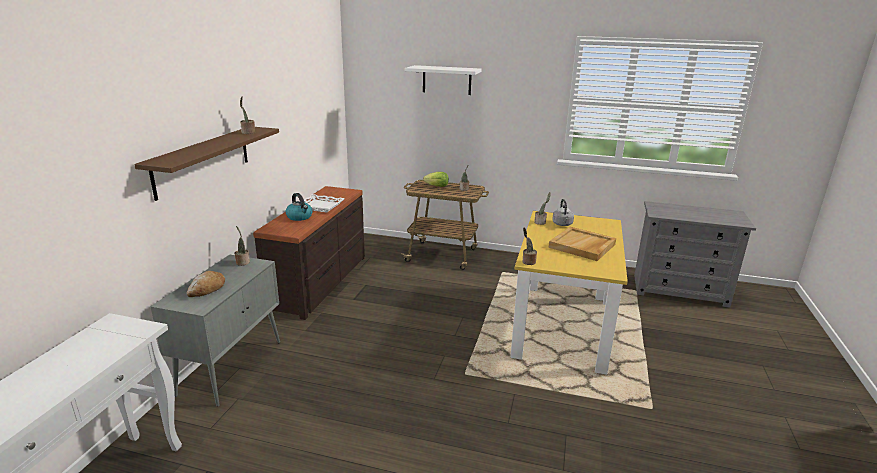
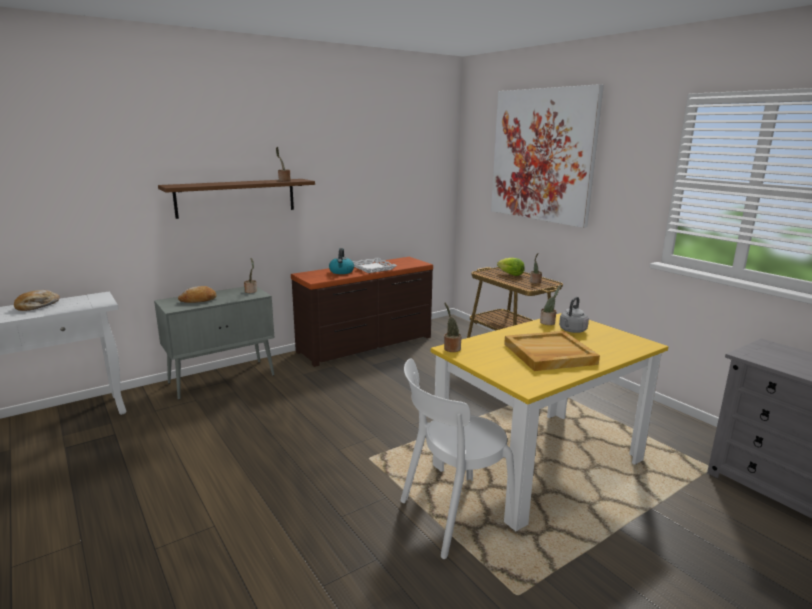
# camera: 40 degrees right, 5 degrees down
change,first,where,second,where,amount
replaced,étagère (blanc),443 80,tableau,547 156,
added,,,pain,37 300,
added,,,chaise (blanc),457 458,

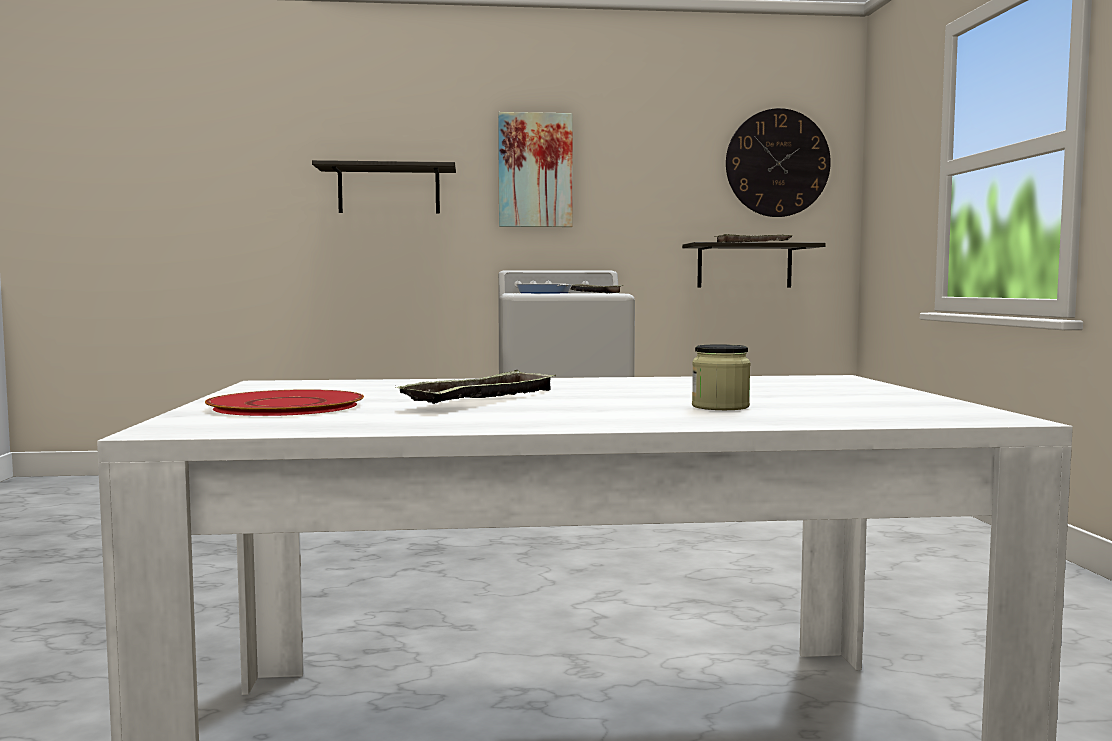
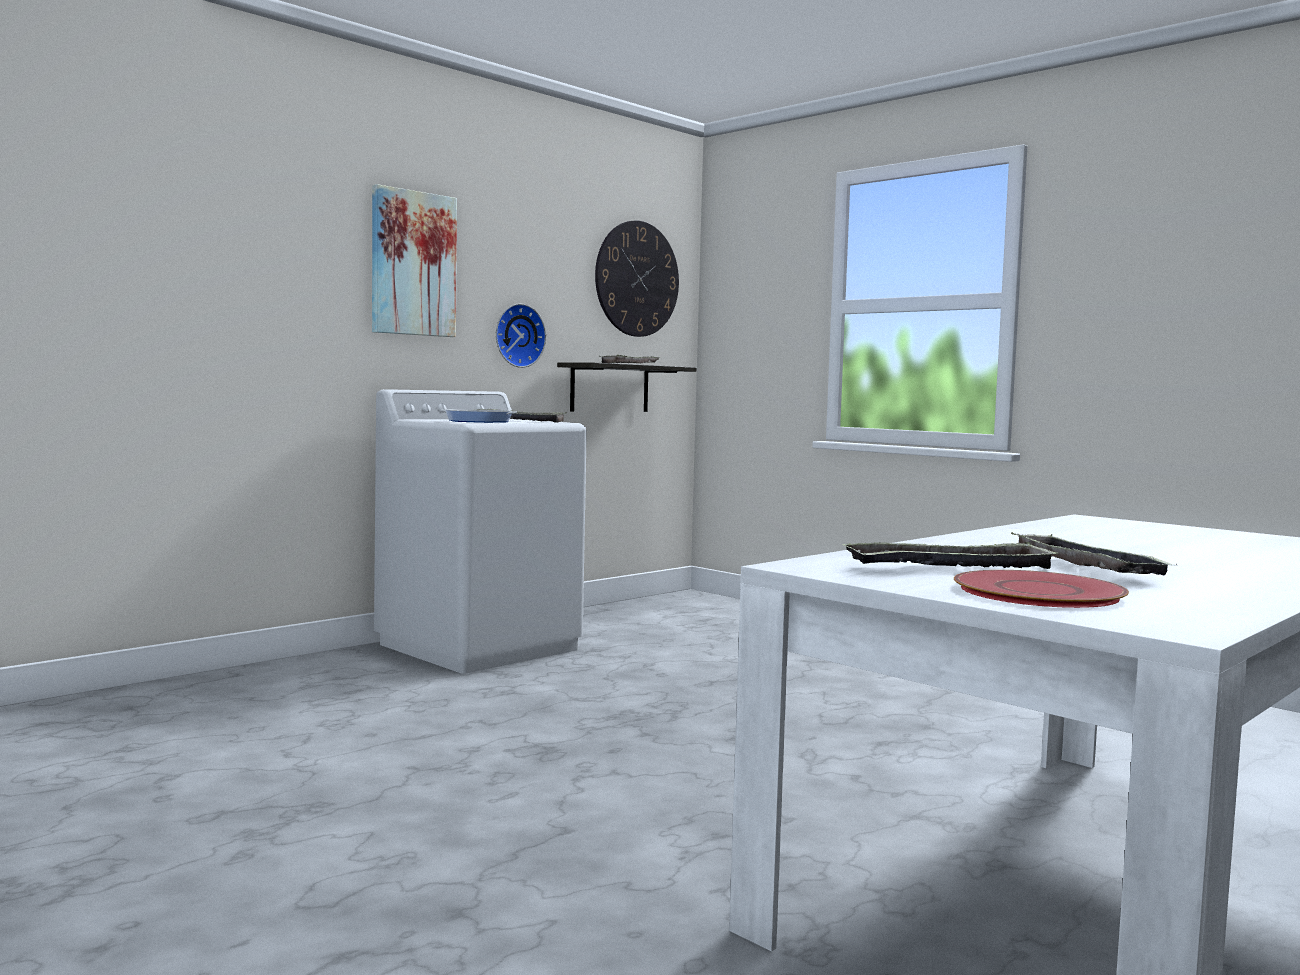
# camera: 40 degrees left, 0 degrees up
change,first,where,second,where,amount
removed,étagère,384 187,,,
removed,bocal,721 377,,,
added,,,horloge murale,521 336,
added,,,plateau,950 555,

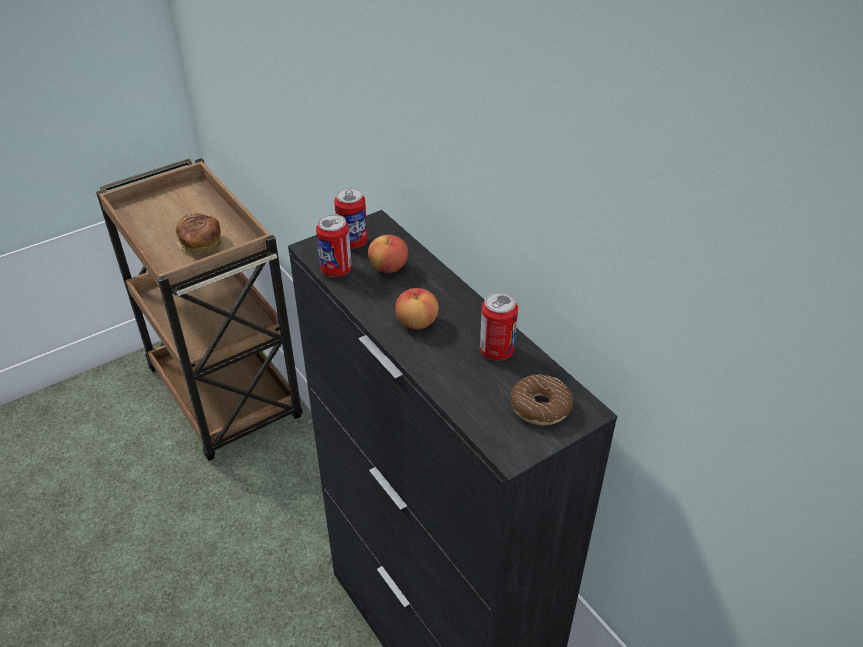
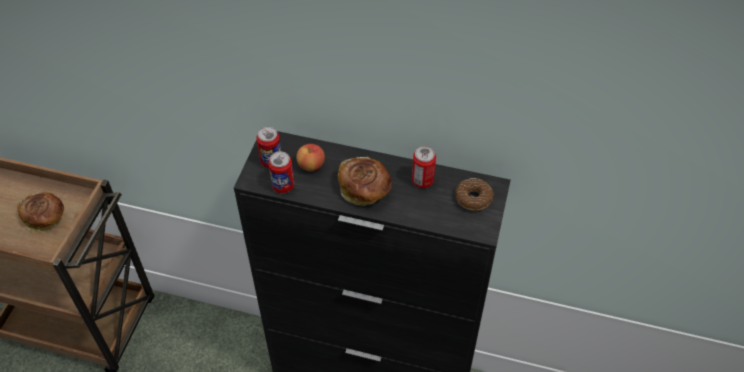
# camera: 40 degrees left, 10 degrees up
change,first,where,second,where,amount
replaced,pomme,417 308,pain,365 181,

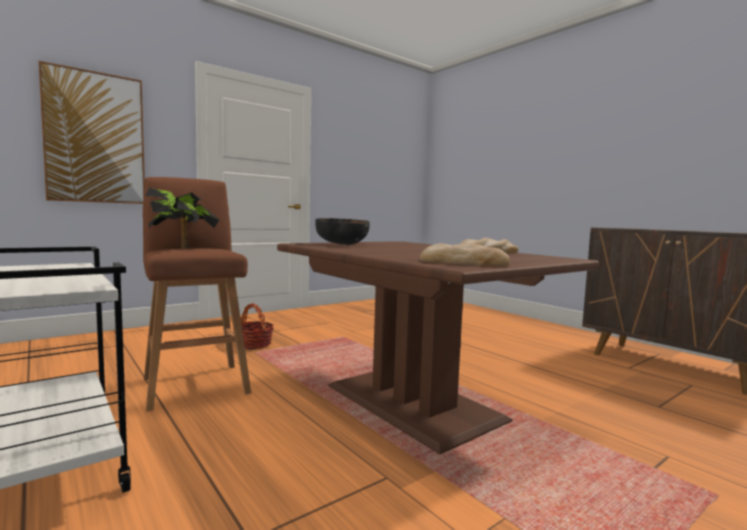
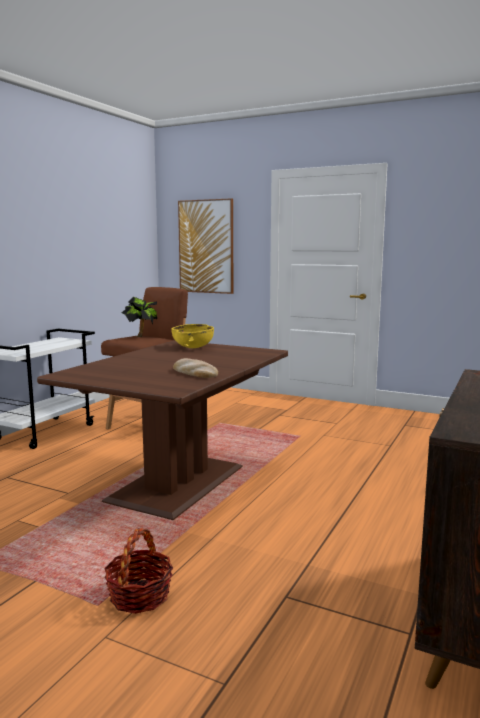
# camera: 65 degrees right, 5 degrees up
change,first,where,second,where,amount
moved,panier,257 326,,138 571,
recoloured,bol (noir),342 231,bol (jaune),192 336,
removed,pain,465 254,,,

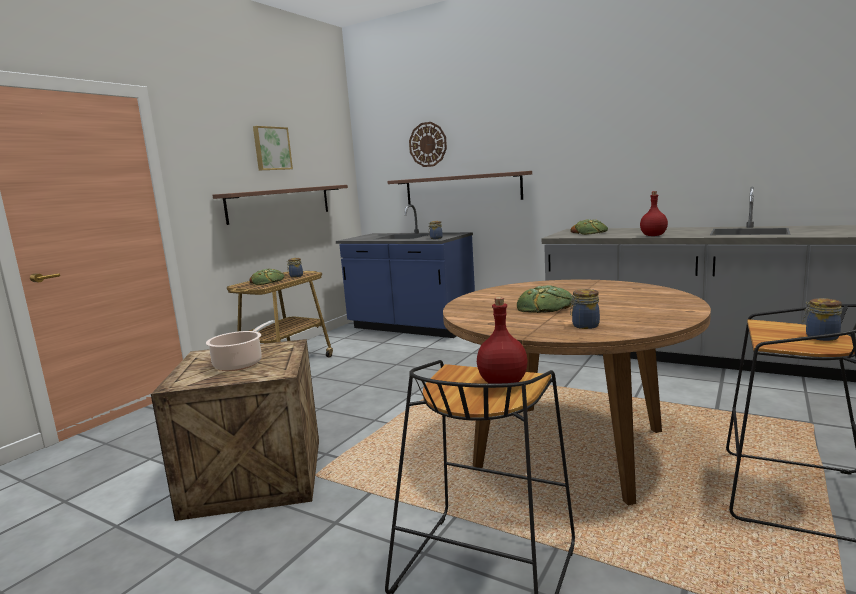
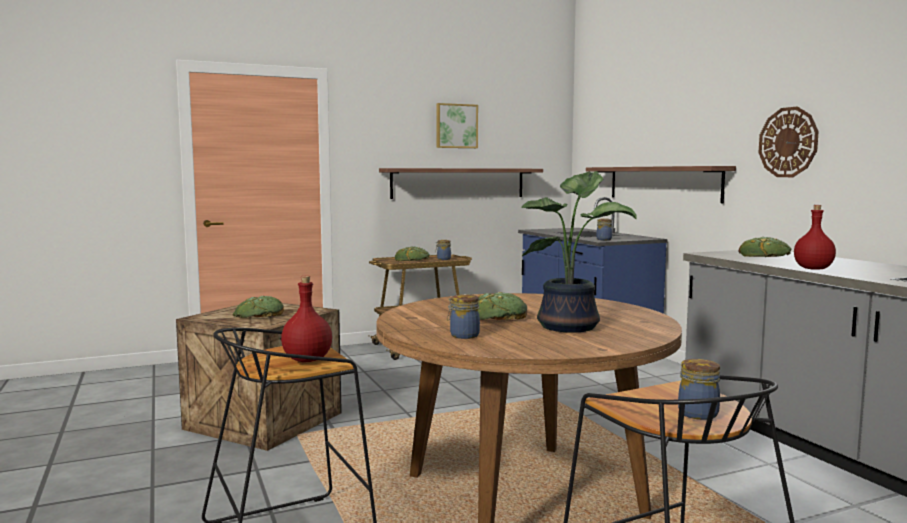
# camera: 35 degrees right, 5 degrees down
change,first,where,second,where,amount
replaced,marmite,240 345,pain,258 307,
moved,horloge murale,428 144,,789 142,
added,,,plante en pot,579 252,

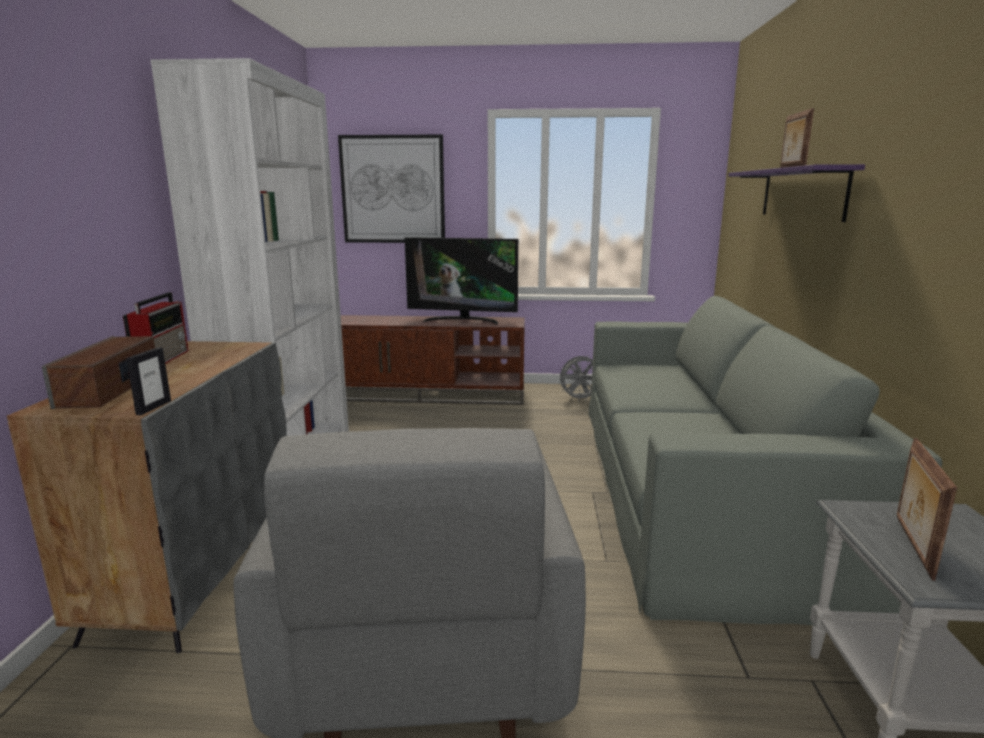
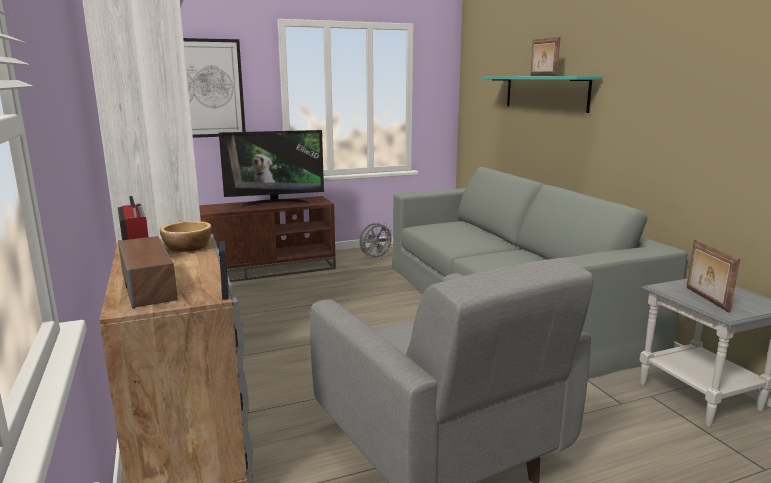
# camera: 25 degrees left, 0 degrees up
change,first,where,second,where,amount
recoloured,étagère (violet),796 193,étagère (turquoise),542 94,
added,,,bol,186 236,

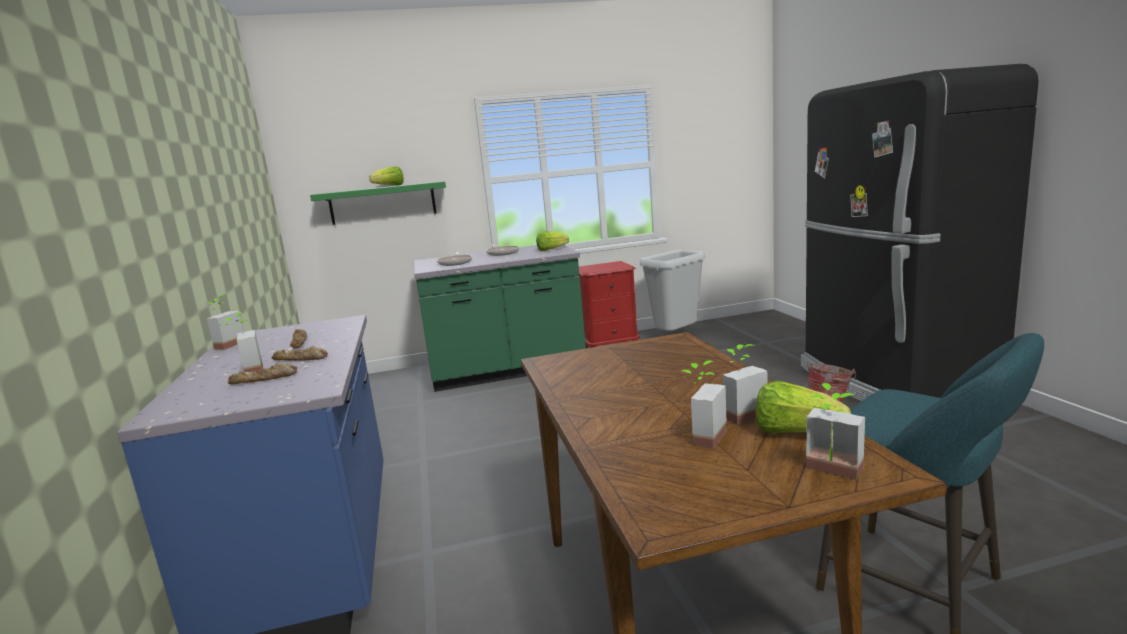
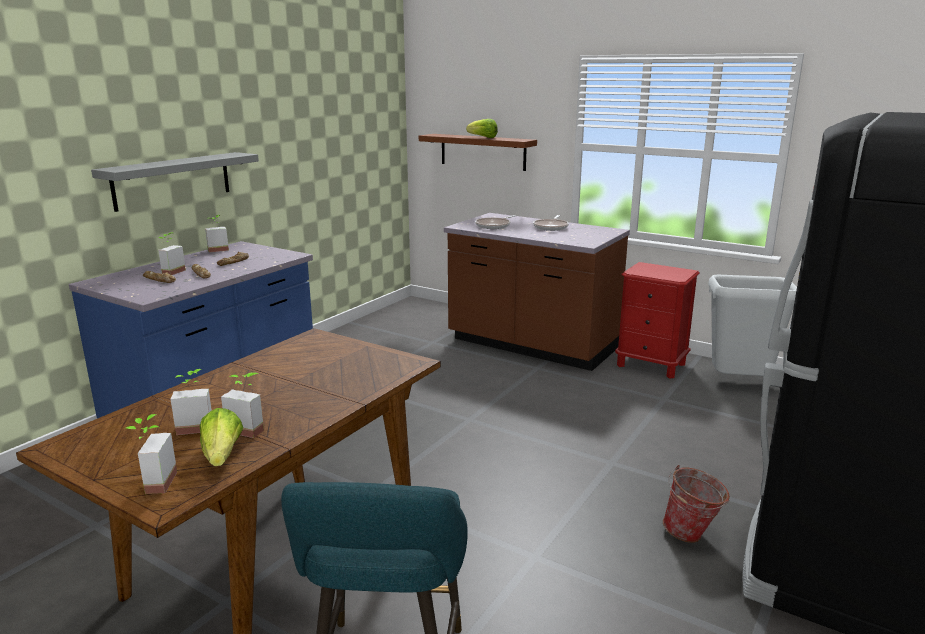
# camera: 45 degrees right, 5 degrees up
change,first,where,second,where,amount
recoloured,étagère (vert),378 203,étagère (marron),478 152,
recoloured,comptoir de cuisine (vert),500 318,comptoir de cuisine (marron),537 292,
removed,laitue,552 241,,,
added,,,étagère (gris),175 182,

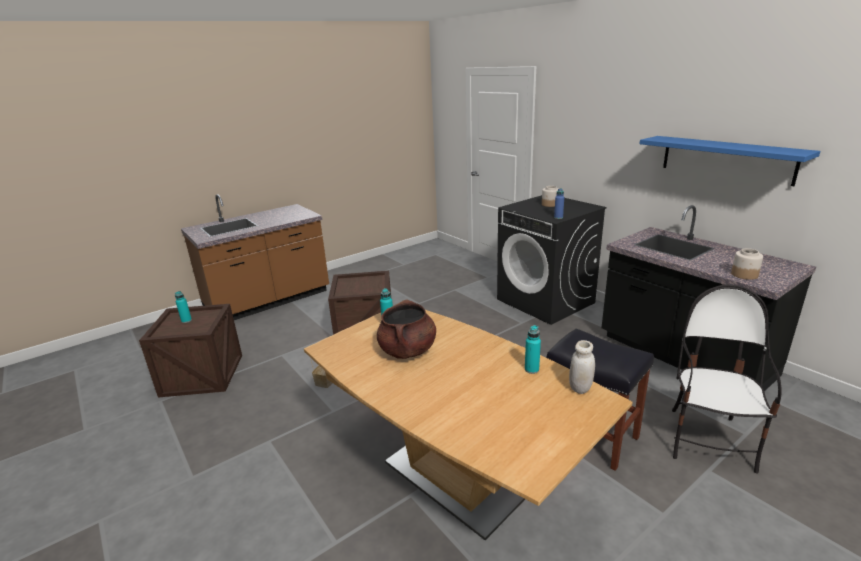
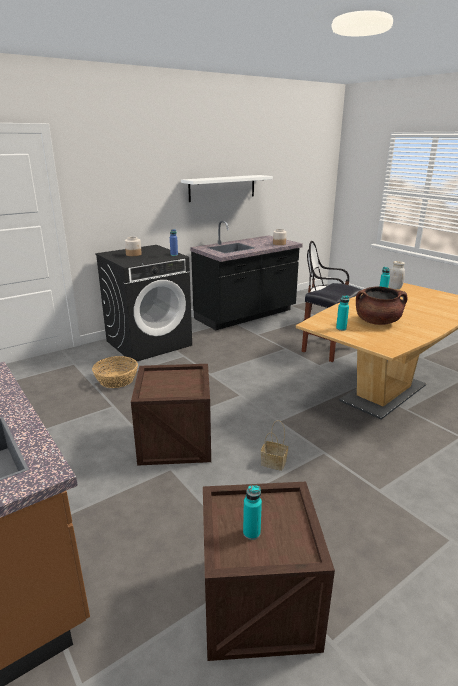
# camera: 90 degrees left, 0 degrees up
change,first,where,second,where,amount
recoloured,étagère (bleu),730 161,étagère (blanc),227 188,
added,,,panier,115 372,

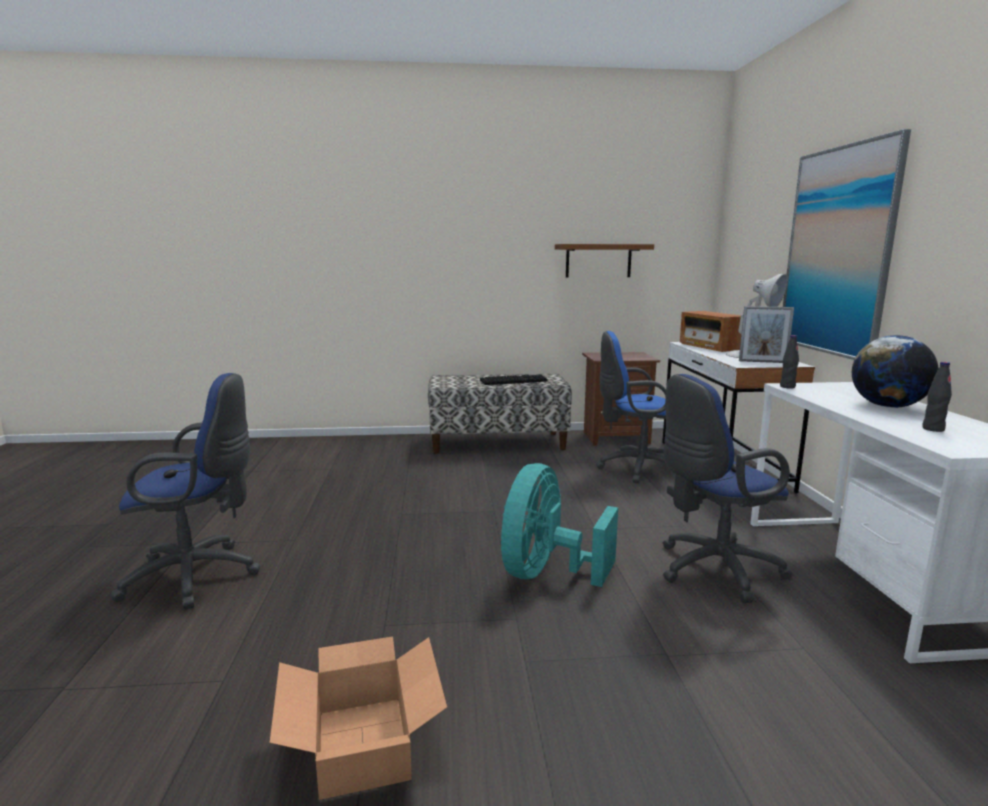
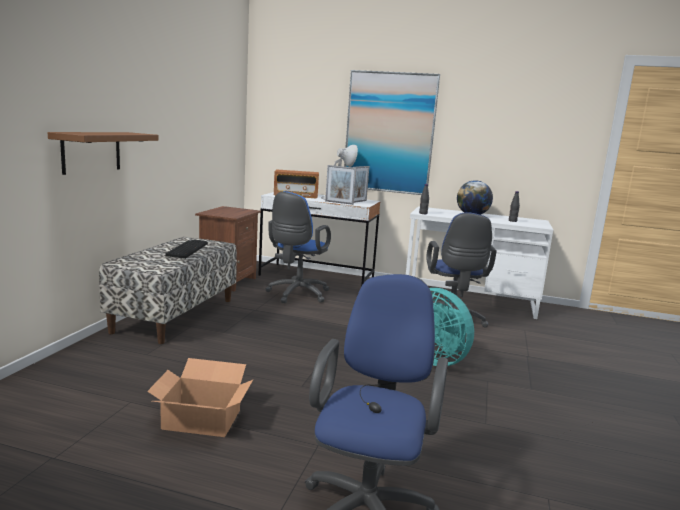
# camera: 70 degrees left, 0 degrees up
change,first,where,second,where,amount
moved,carton,358 718,,200 397,
moved,étagère (marron),604 260,,103 153,
added,,,cadre photo,340 185,

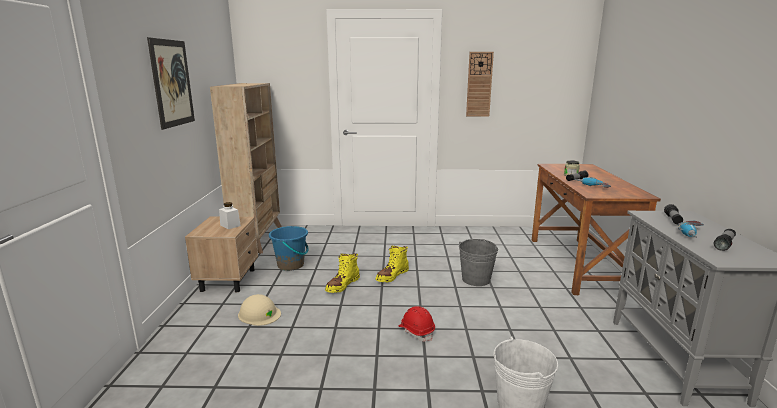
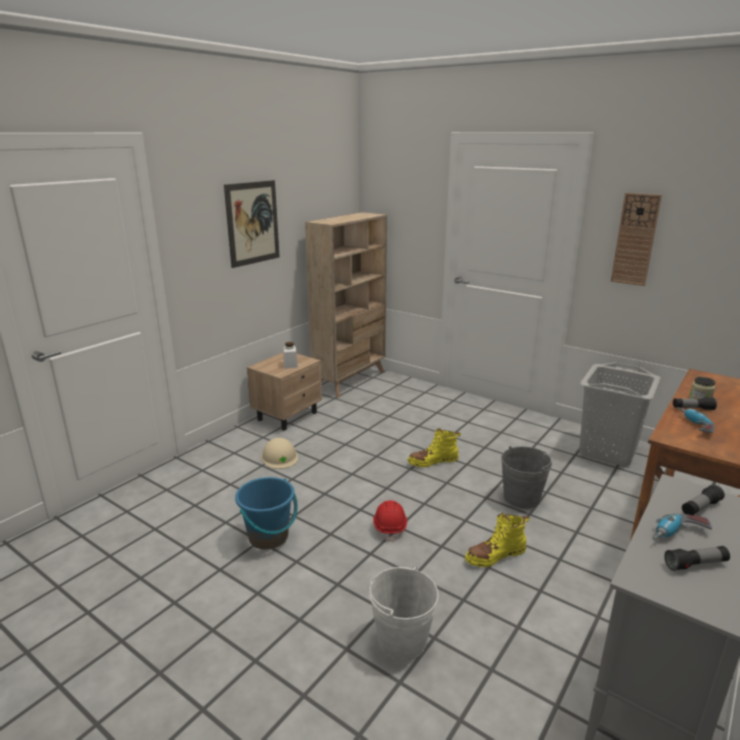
# camera: 35 degrees right, 5 degrees up
change,first,where,second,where,amount
moved,seau (bleu),289 248,,266 513,
moved,botte (jaune),342 273,,497 539,
added,,,panier à linge (gris),620 415,

